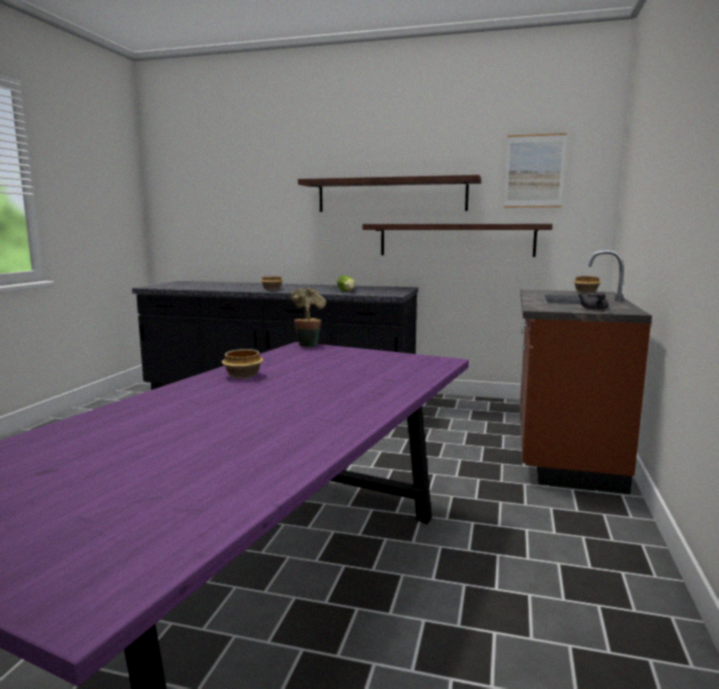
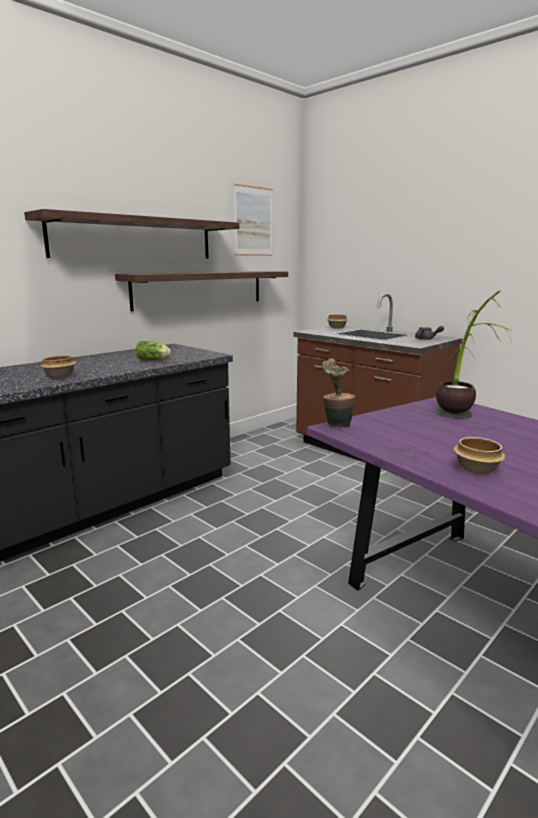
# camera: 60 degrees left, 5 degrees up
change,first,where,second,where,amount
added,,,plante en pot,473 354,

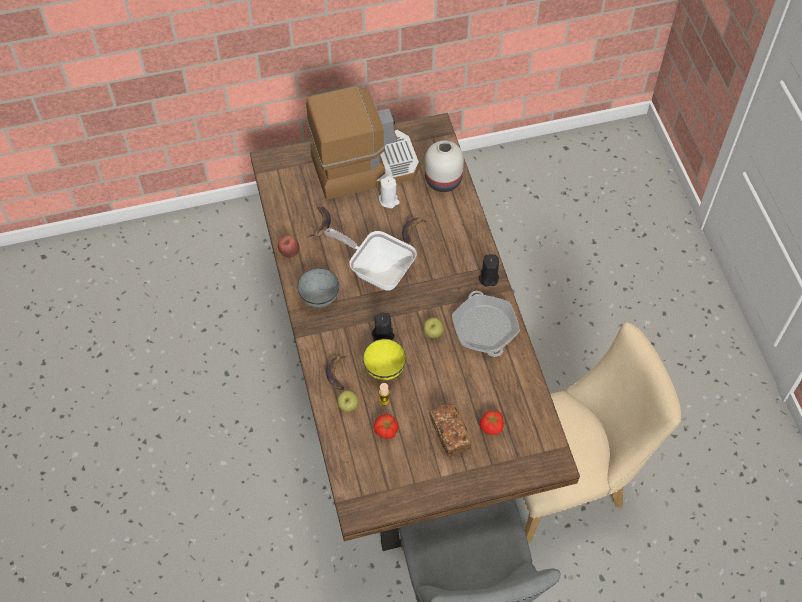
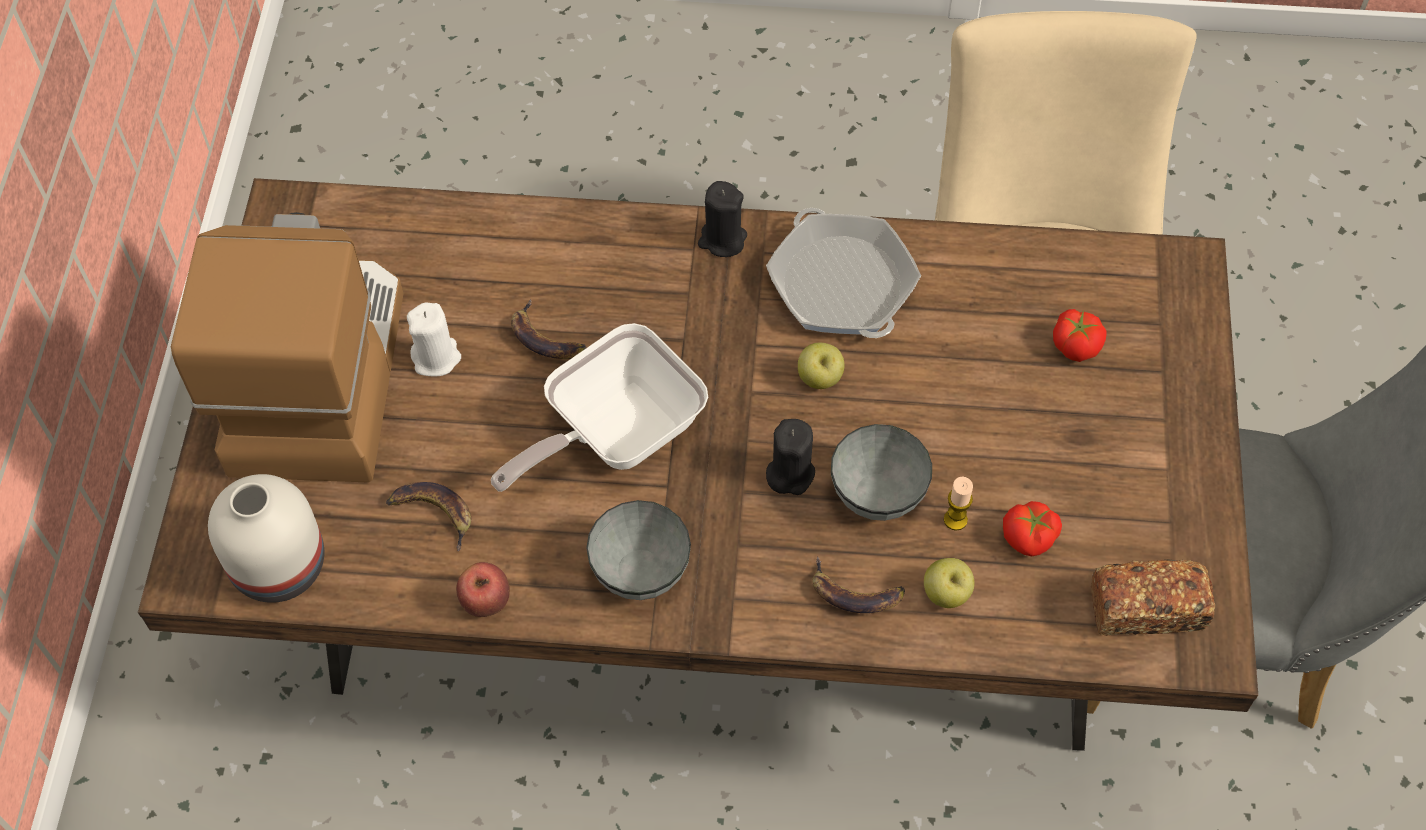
# camera: 70 degrees left, 0 degrees up
change,first,where,second,where,amount
recoloured,bol (jaune),384 359,bol (gris),881 472,
moved,vase (blanc),444 166,,266 538,
moved,pain,450 430,,1153 597,
turned,poêle,486 324,,843 273,120 degrees counterclockwise

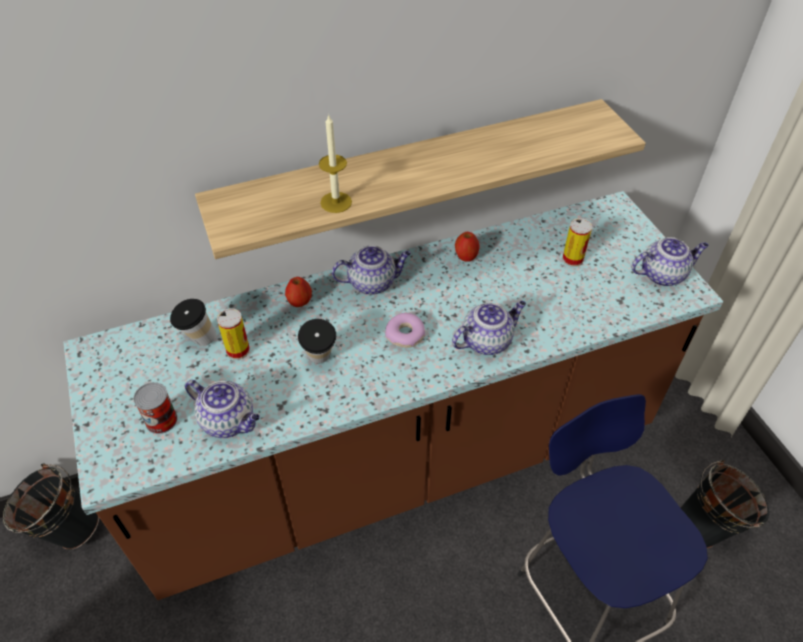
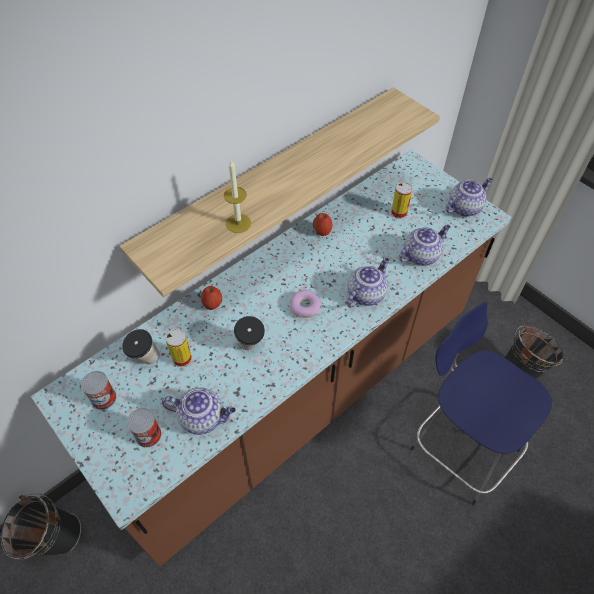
# camera: 20 degrees left, 5 degrees up
change,first,where,second,where,amount
moved,théière,371 270,,425 245,
added,,,boîte métallique,98 390,

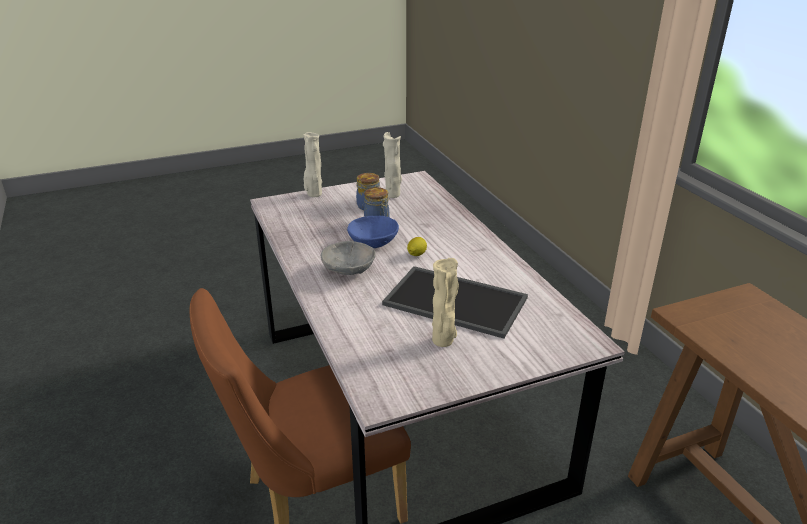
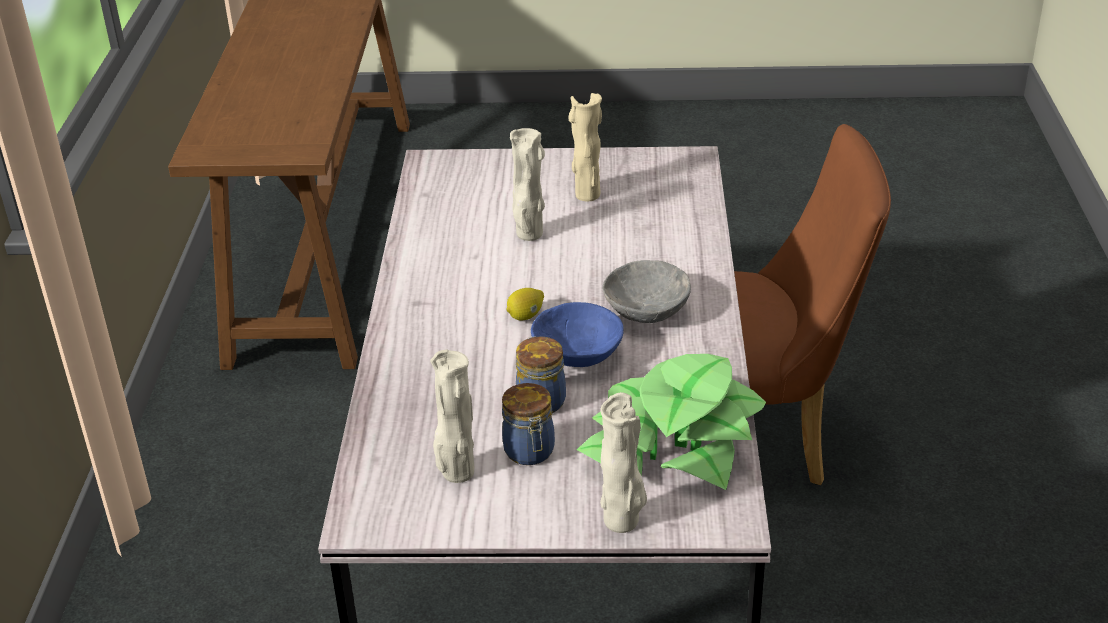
# camera: 155 degrees left, 5 degrees up
change,first,where,second,where,amount
replaced,plateau,455 302,vase (beige),527 184,
added,,,plante en pot,671 422,

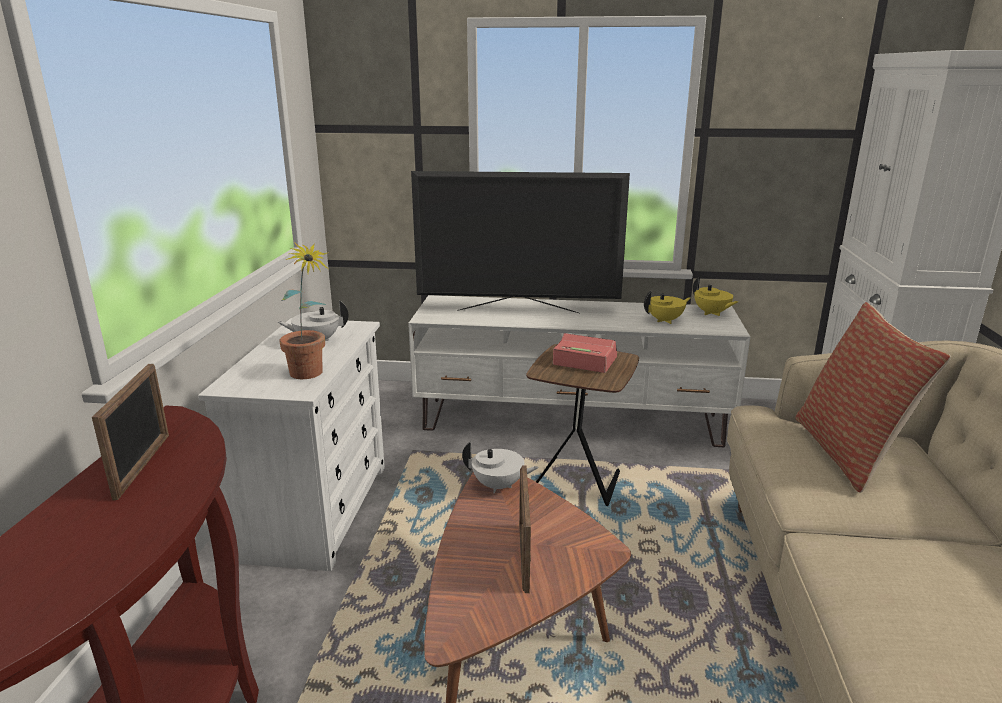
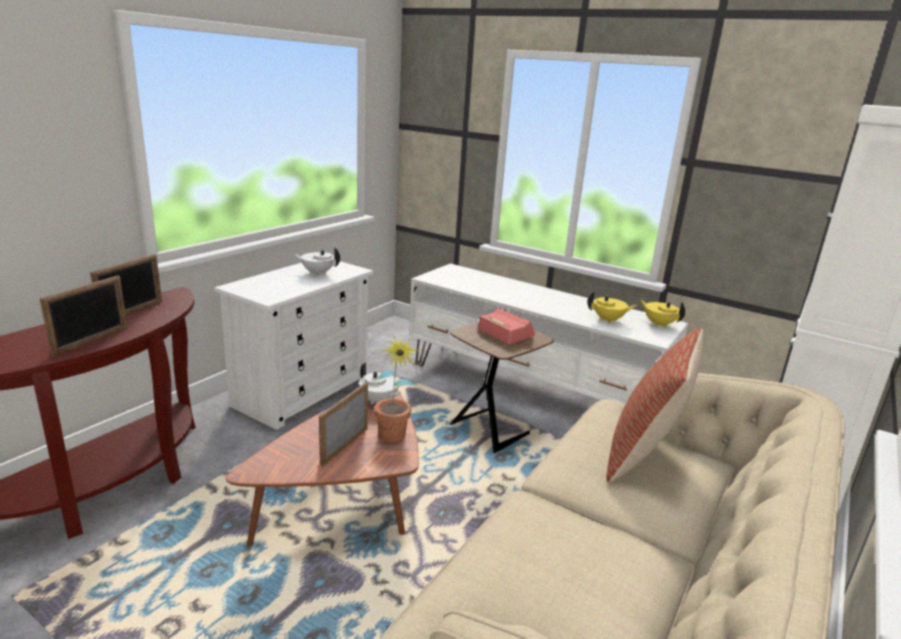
# camera: 25 degrees right, 0 degrees up
change,first,where,second,where,amount
moved,plante en pot,304 310,,397 389,
removed,téléviseur,520 242,,,
turned,théière (jaune),715 296,,662 313,150 degrees clockwise
added,,,cadre photo,83 316,

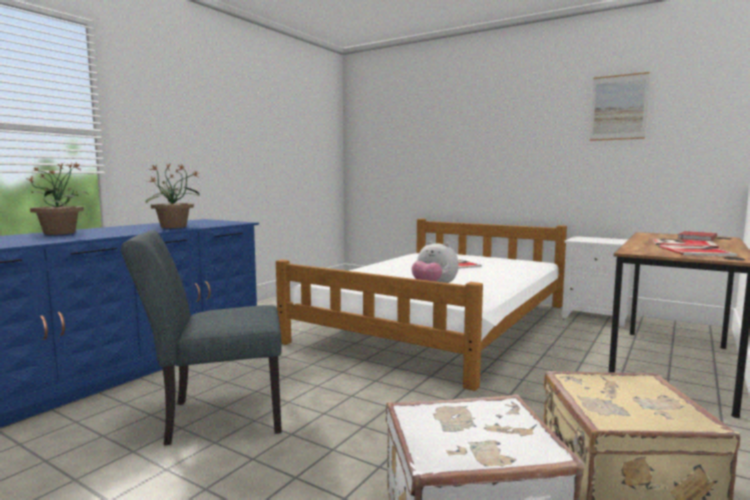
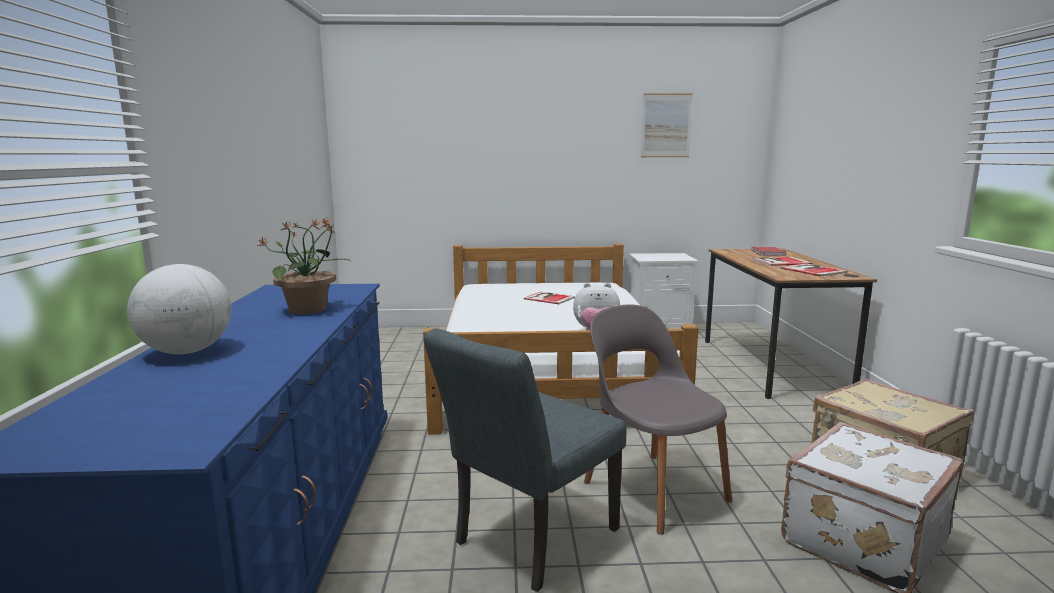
# camera: 35 degrees left, 5 degrees up
change,first,where,second,where,amount
replaced,plante en pot,58 198,globe,179 309,
added,,,chaise (gris),658 419,

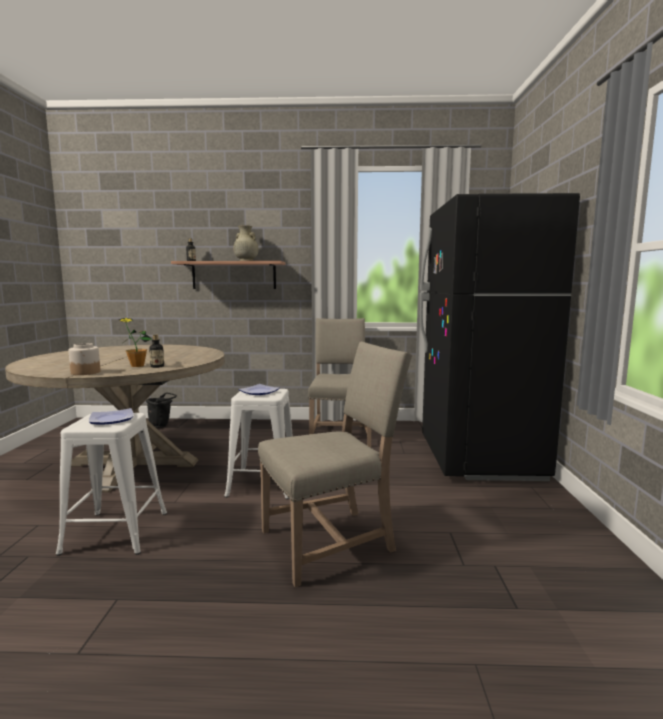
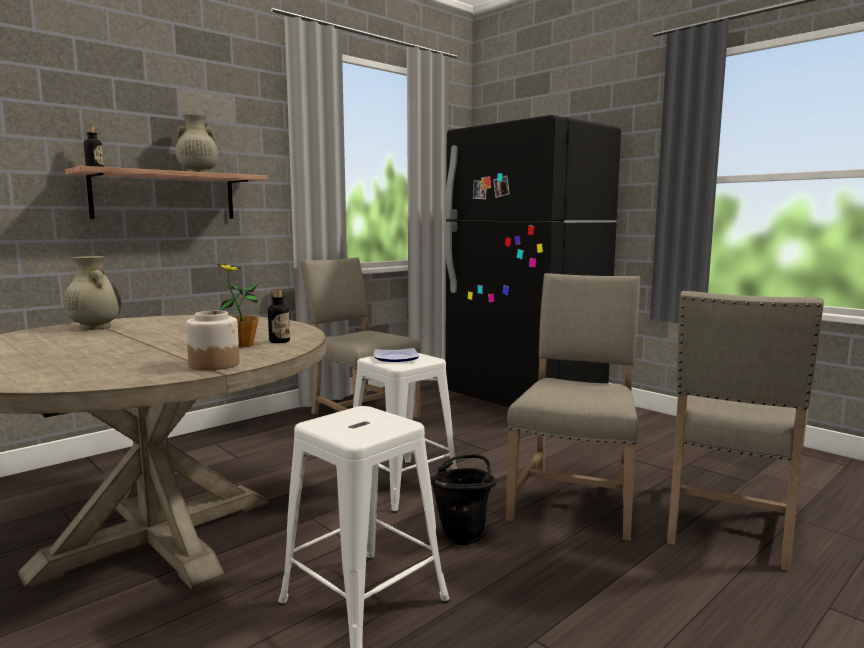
# camera: 45 degrees left, 0 degrees up
change,first,where,second,where,amount
removed,assiette,111 416,,,
moved,seau (noir),161 410,,463 500,
added,,,vase (beige),92 293,
added,,,chaise (beige),745 431,

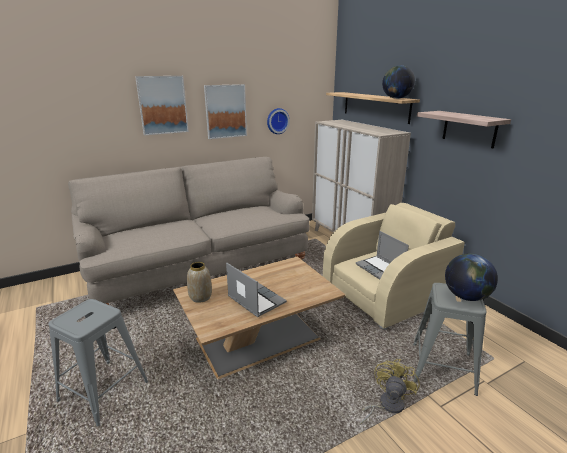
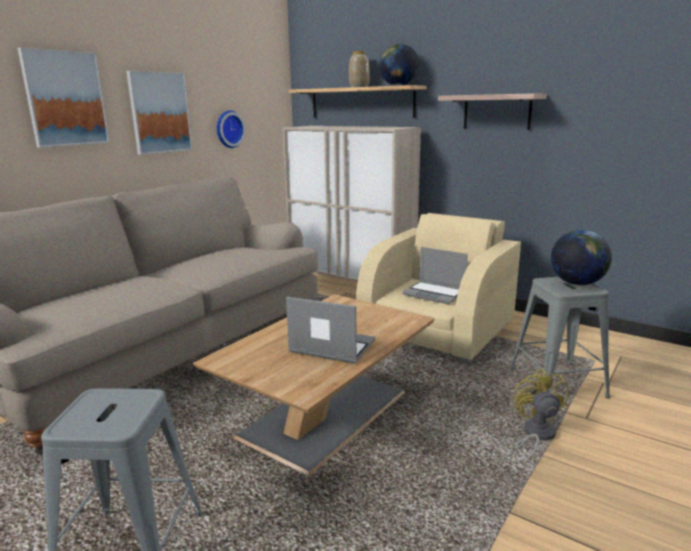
# camera: 25 degrees left, 5 degrees down
change,first,where,second,where,amount
moved,vase,199 282,,359 69,

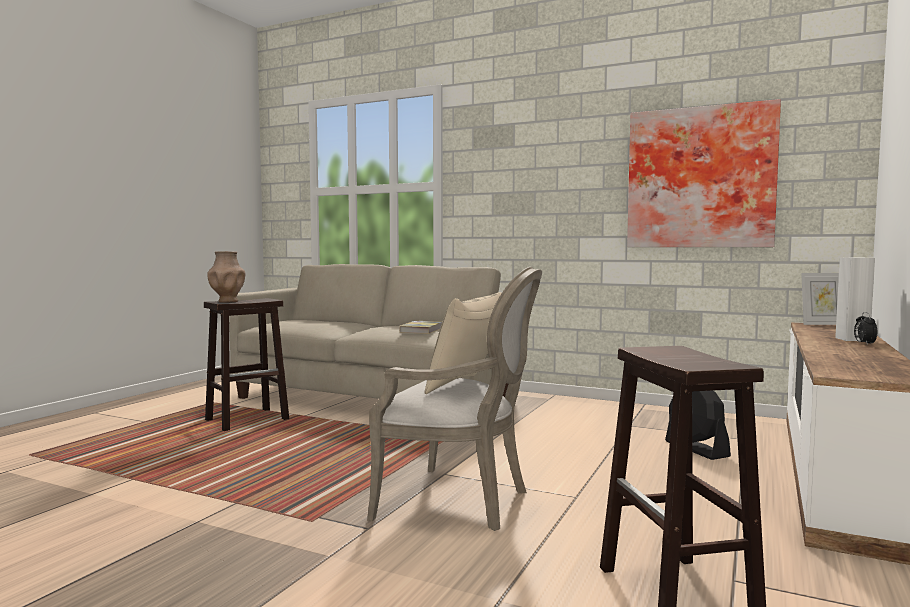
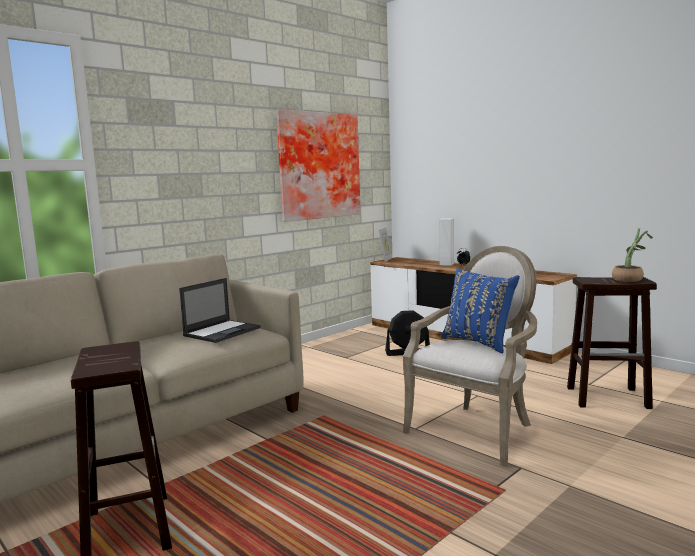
# camera: 70 degrees left, 5 degrees up
change,first,where,second,where,amount
removed,vase (marron),226 277,,,
replaced,livre,421 327,ordinateur portable,220 310,
recoloured,coussin (beige),463 343,coussin (bleu),480 310,
added,,,plante en pot,632 255,

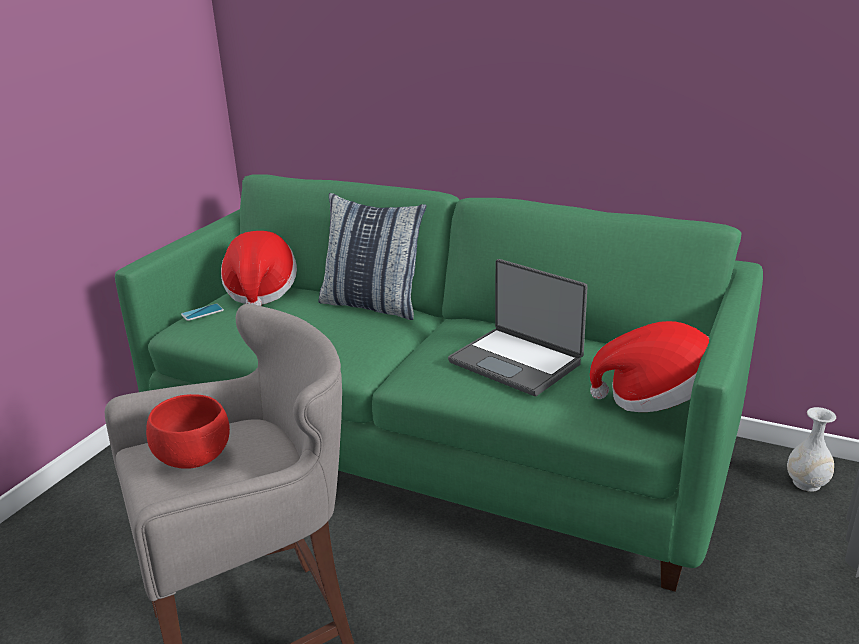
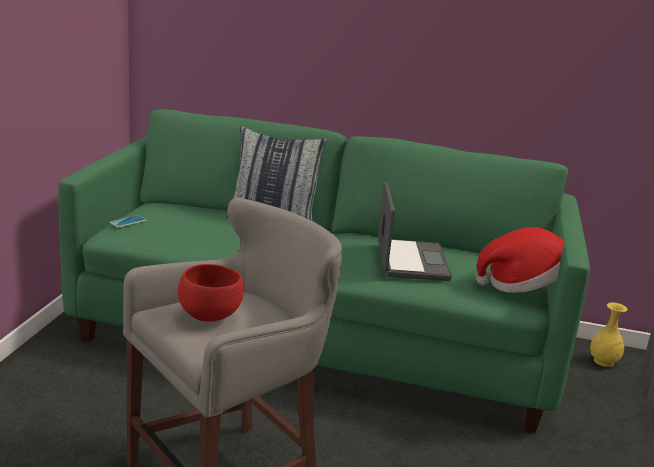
# camera: 15 degrees left, 5 degrees down
change,first,where,second,where,amount
removed,chapeau,259 268,,,
turned,ordinateur portable,518 327,,415 232,120 degrees counterclockwise
recoloured,vase (blanc),811 449,vase (jaune),609 334,

